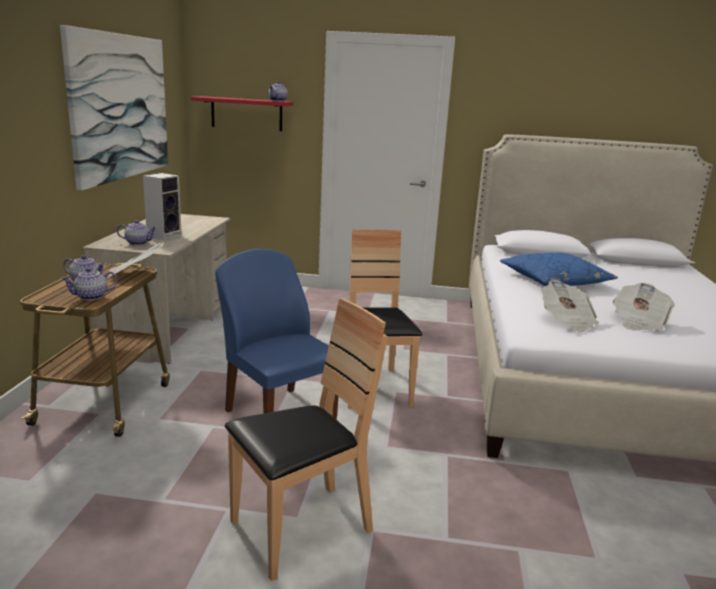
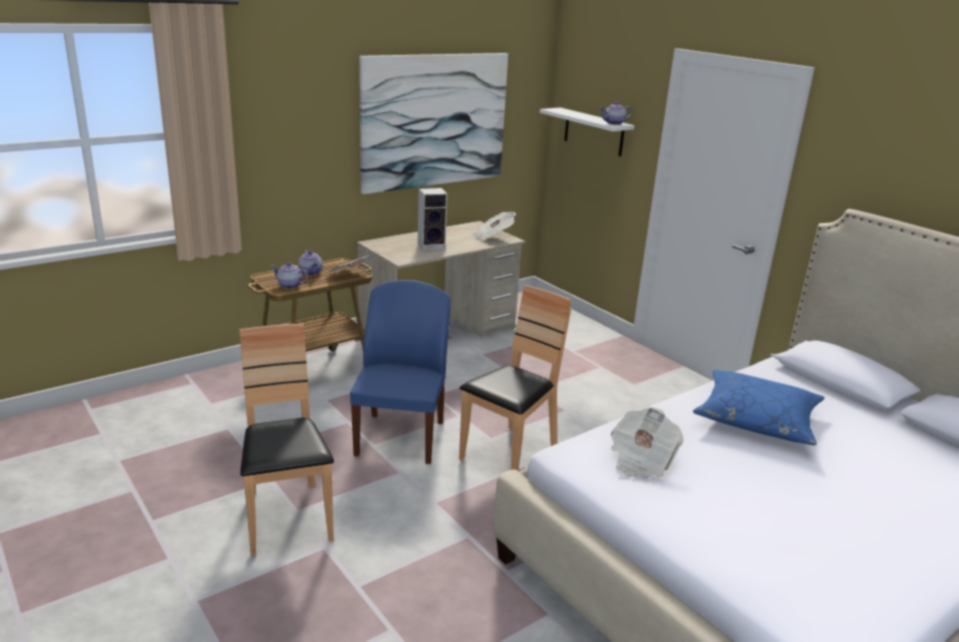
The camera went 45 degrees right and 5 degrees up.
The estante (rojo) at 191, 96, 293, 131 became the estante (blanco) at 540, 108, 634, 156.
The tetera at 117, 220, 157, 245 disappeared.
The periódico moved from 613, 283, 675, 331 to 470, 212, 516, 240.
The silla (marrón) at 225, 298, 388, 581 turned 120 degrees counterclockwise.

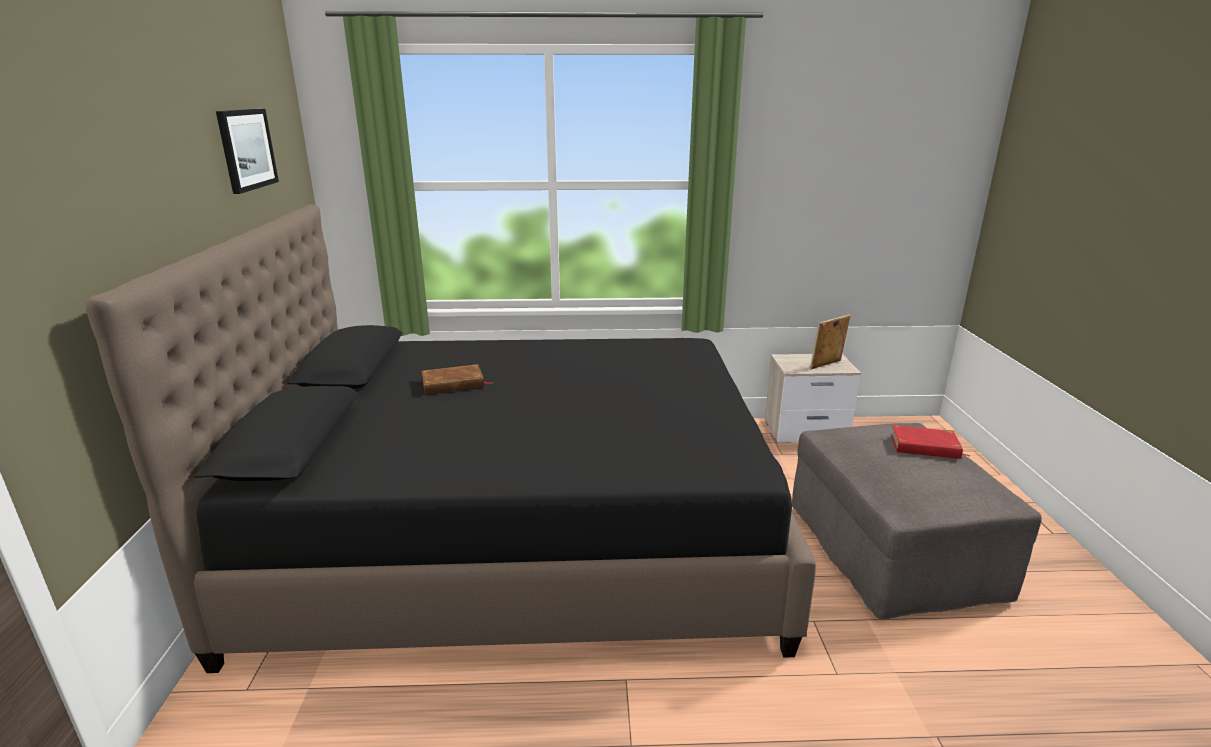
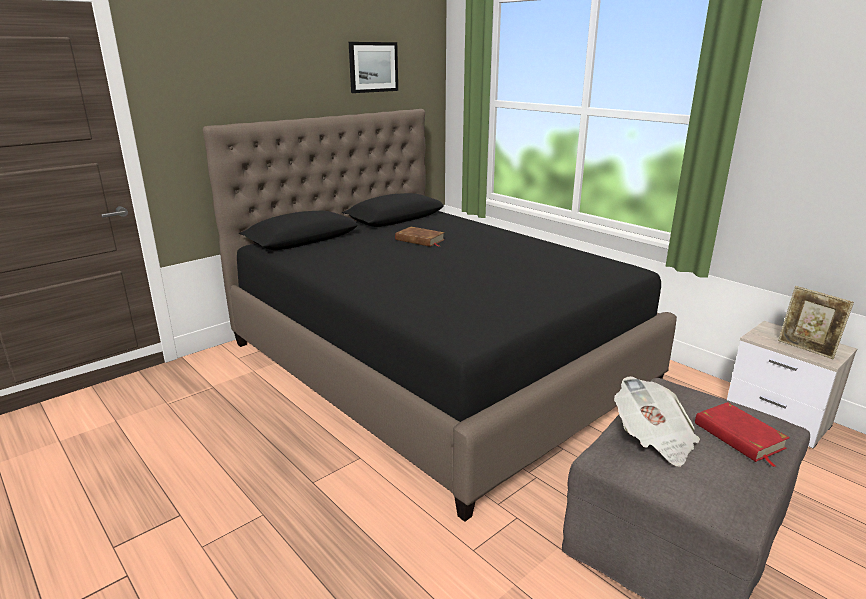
The camera went 50 degrees right and 0 degrees up.
The portarretratos at 810, 315, 851, 370 turned 150 degrees counterclockwise.
The periódico at 614, 376, 700, 467 appeared.

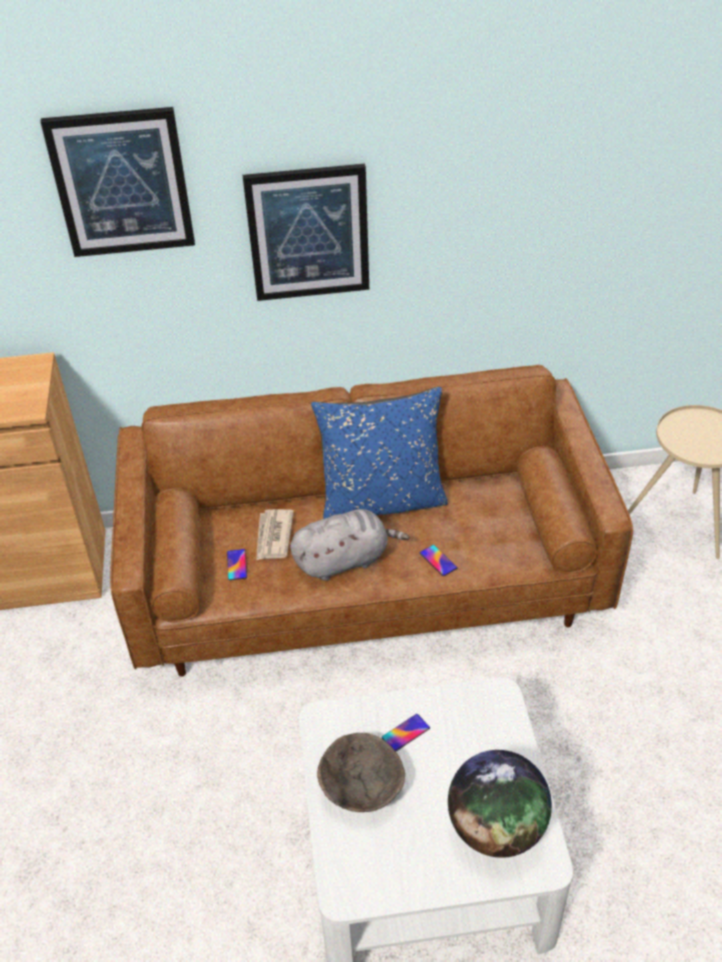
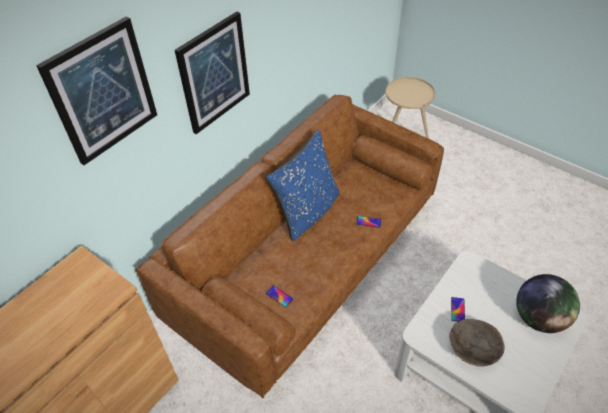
The camera went 45 degrees left and 5 degrees up.
The periódico at 256, 509, 294, 560 disappeared.
The peluche (gris) at 290, 509, 409, 581 disappeared.

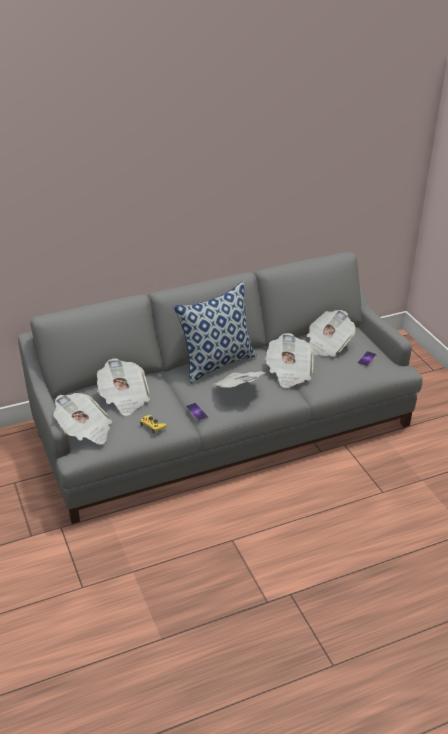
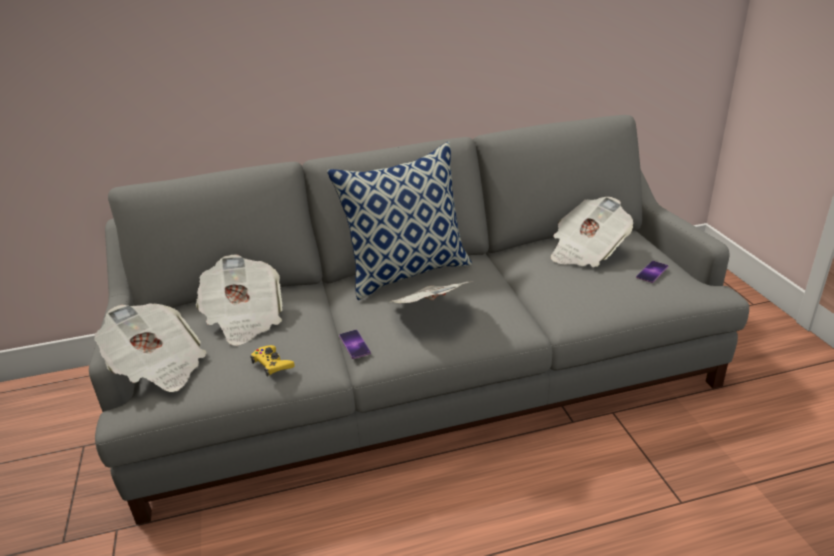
The camera went 10 degrees right and 5 degrees down.
The periódico at 265, 333, 314, 388 disappeared.

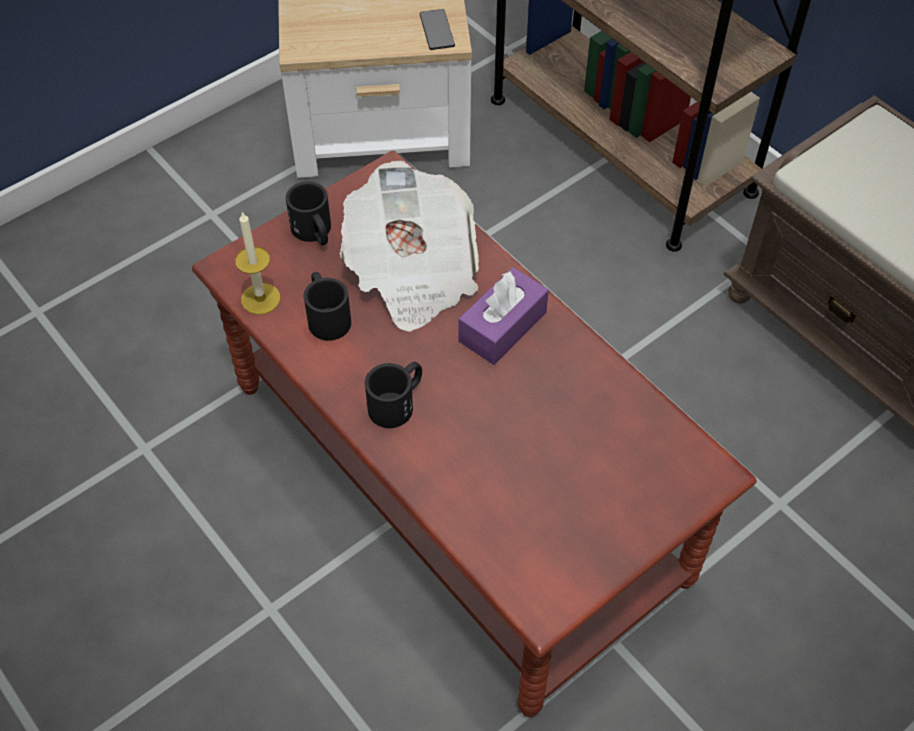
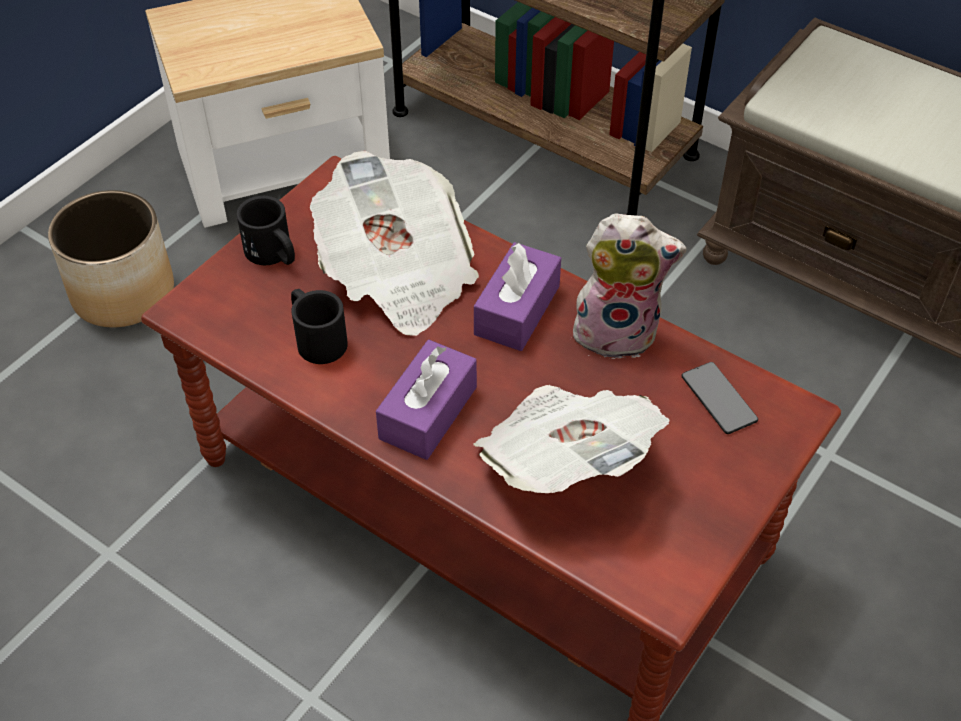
The camera went 15 degrees left and 5 degrees down.
The móvil moved from 420, 9, 455, 50 to 681, 362, 758, 434.
The vela at 235, 212, 280, 315 disappeared.
The taza grande (negro) at 365, 362, 422, 428 was replaced by the caja de pañuelos (morado) at 376, 340, 477, 460.
The maceta at 48, 190, 174, 328 appeared.
The peluche at 571, 214, 686, 359 appeared.
The periódico at 474, 385, 669, 493 appeared.

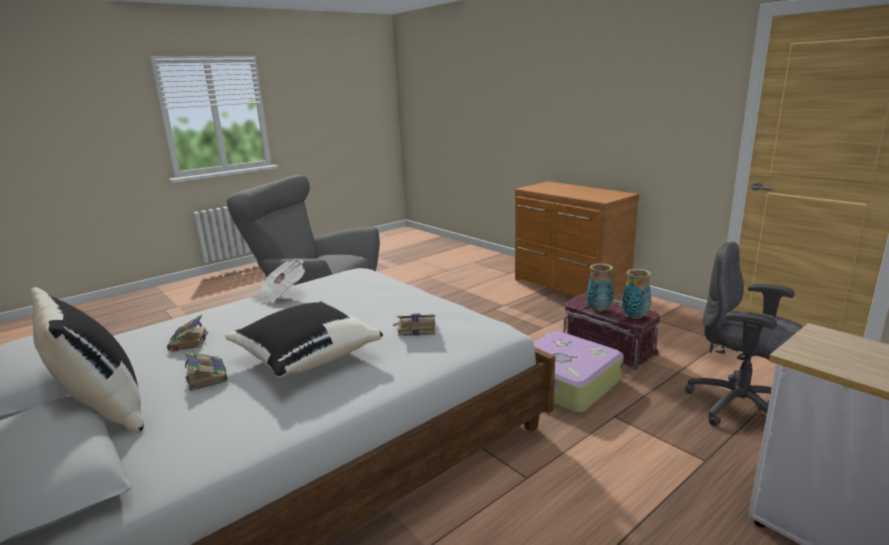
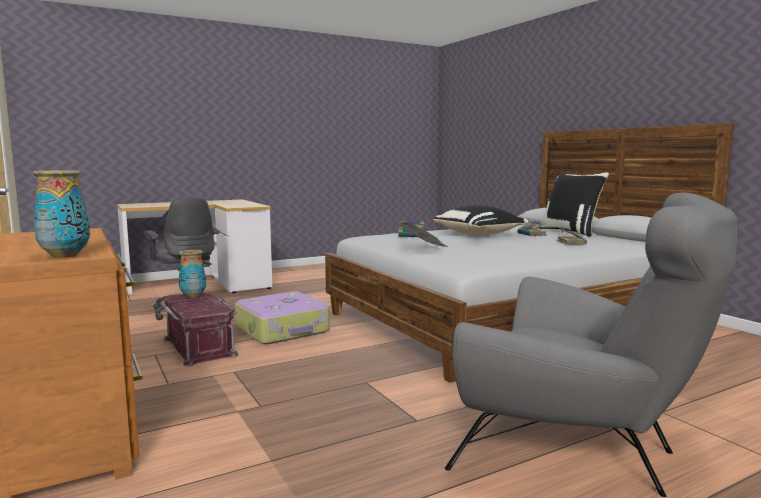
The camera went 170 degrees left and 10 degrees down.
The periódico moved from 251, 259, 305, 303 to 399, 222, 448, 247.
The florero moved from 586, 264, 613, 312 to 33, 170, 90, 258.

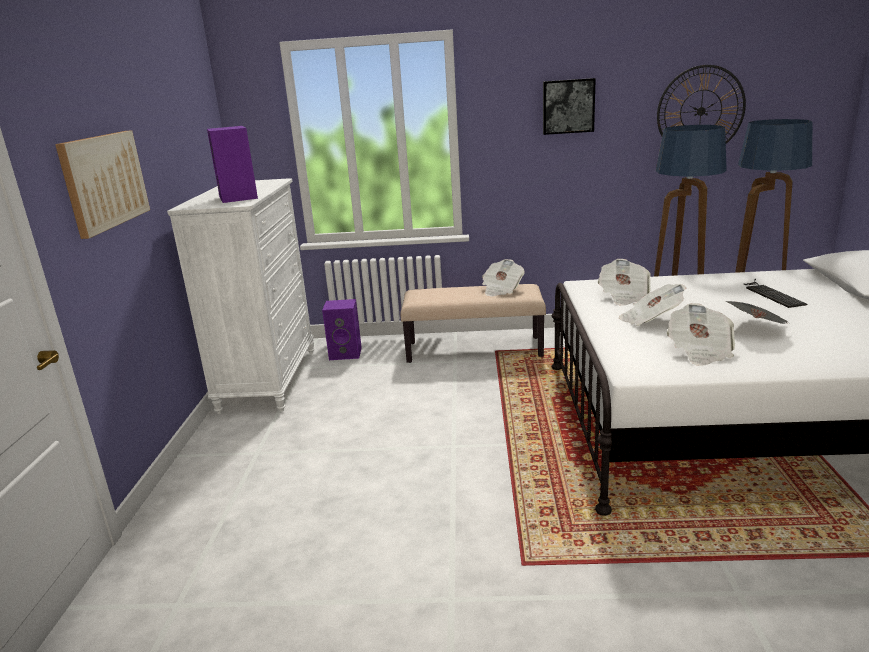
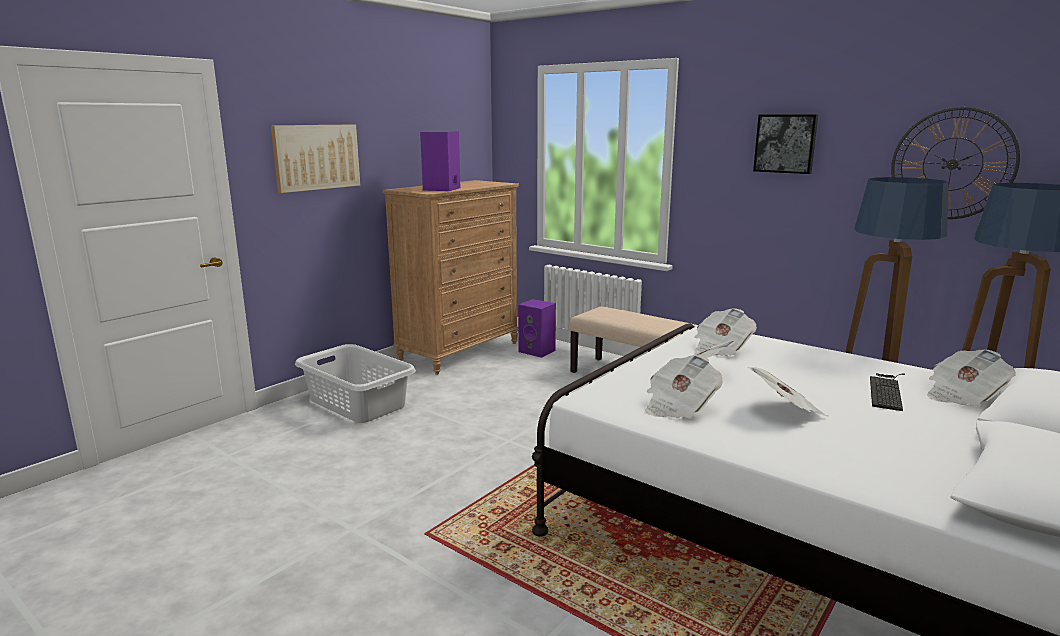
The camera went 35 degrees right and 5 degrees down.
The cómoda (blanco) at 167, 178, 315, 414 became the cómoda (marrón) at 383, 180, 519, 375.
The periódico moved from 482, 259, 525, 296 to 927, 350, 1016, 406.
The cesto de la ropa (gris) at 295, 344, 416, 423 appeared.

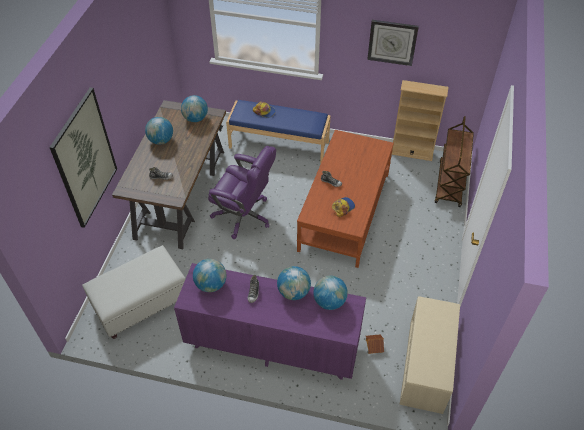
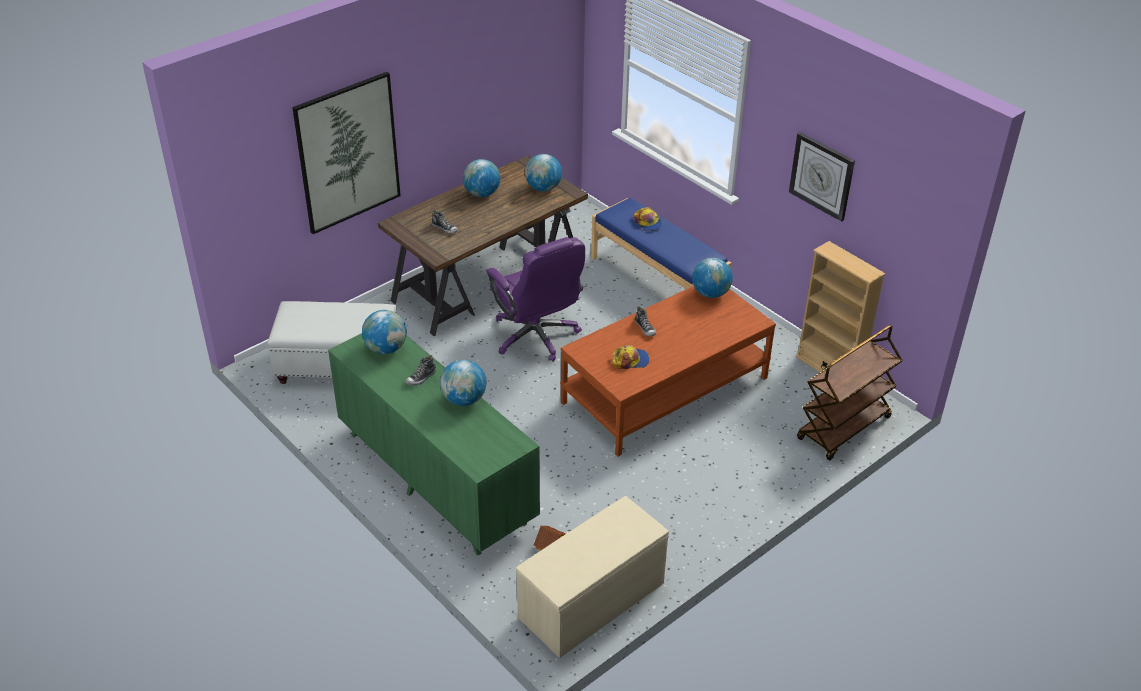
The camera went 35 degrees right and 10 degrees down.
The cómoda (morado) at 174, 263, 366, 380 became the cómoda (verde) at 328, 333, 540, 555.
The globo terráqueo moved from 313, 276, 348, 310 to 692, 258, 733, 298.

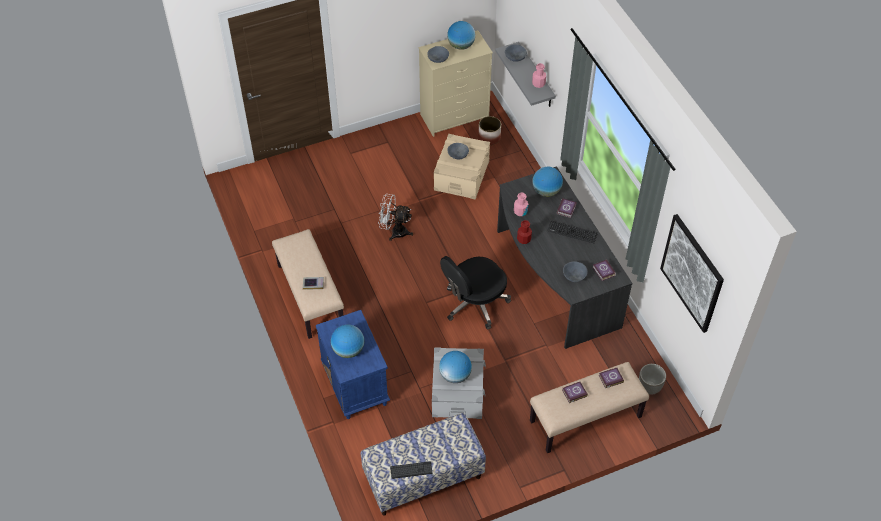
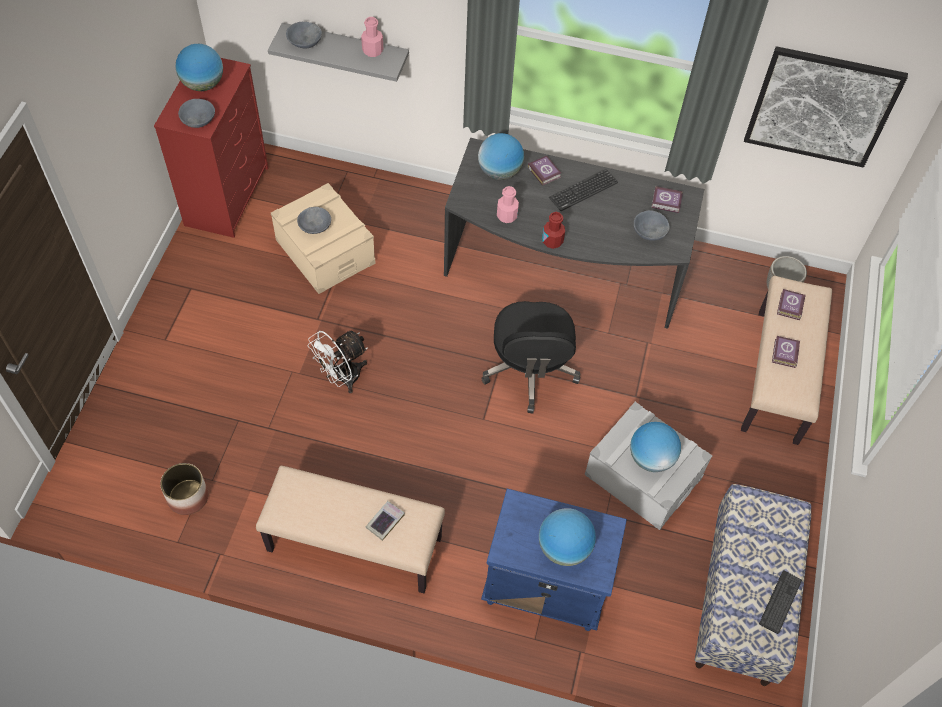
The camera went 55 degrees left and 5 degrees up.
The cómoda (beis) at 418, 30, 493, 137 became the cómoda (rojo) at 154, 58, 268, 238.
The maceta moved from 478, 116, 501, 145 to 160, 463, 208, 515.

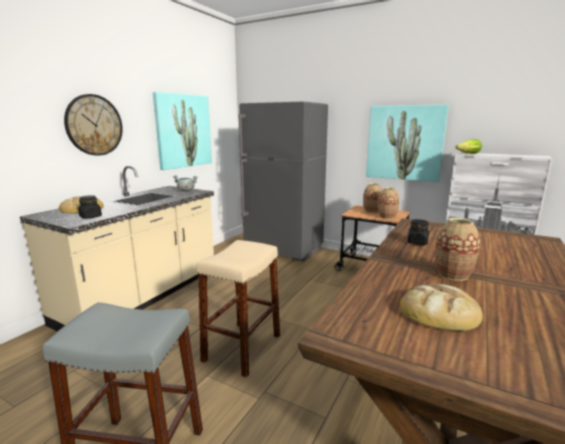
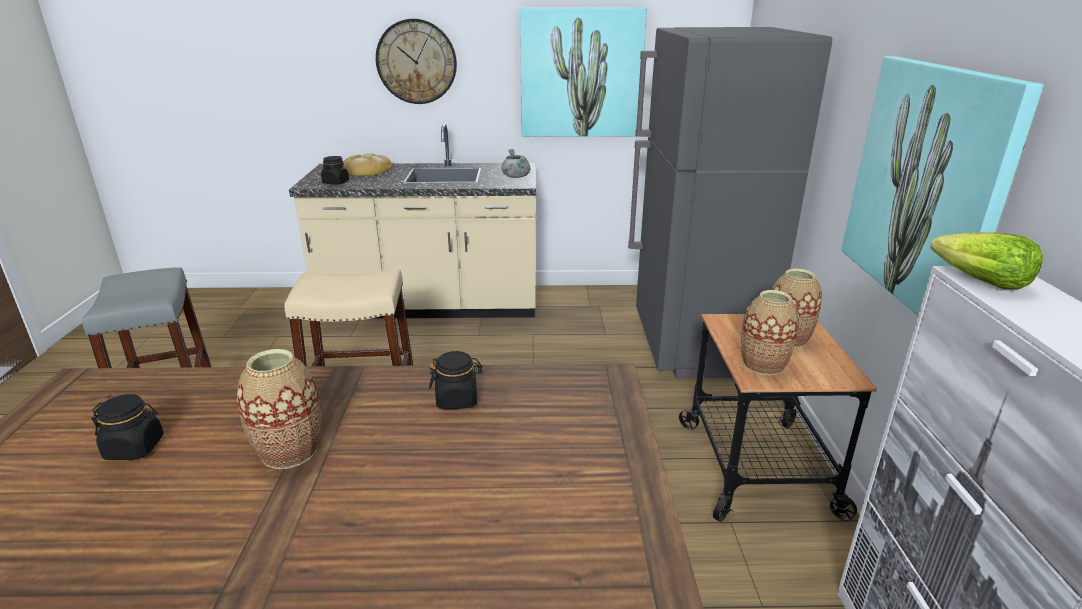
The camera went 60 degrees right and 10 degrees up.
The pan at 400, 284, 483, 331 was replaced by the tarro (negro) at 91, 394, 164, 460.

